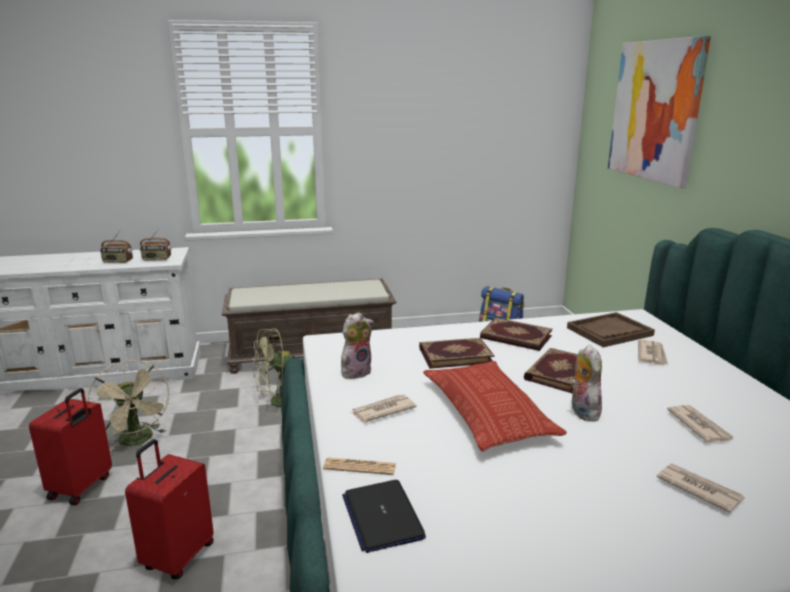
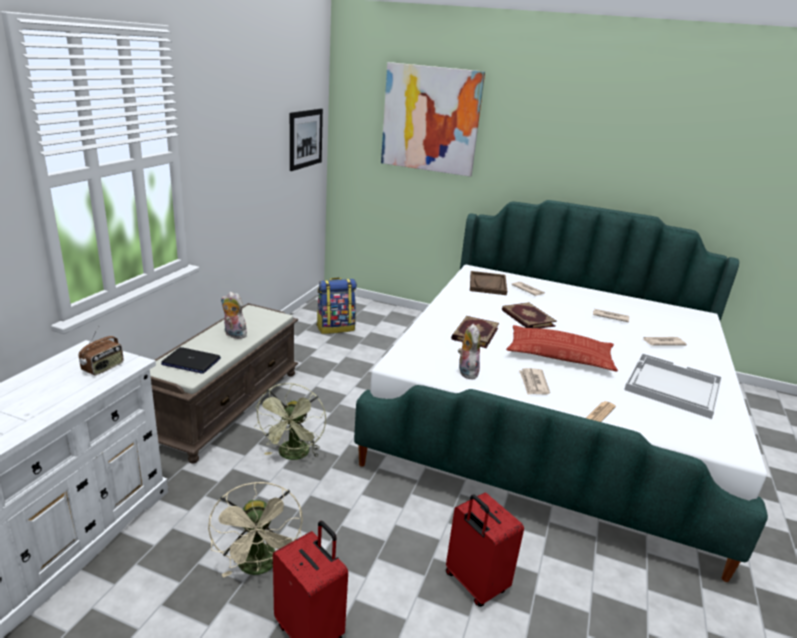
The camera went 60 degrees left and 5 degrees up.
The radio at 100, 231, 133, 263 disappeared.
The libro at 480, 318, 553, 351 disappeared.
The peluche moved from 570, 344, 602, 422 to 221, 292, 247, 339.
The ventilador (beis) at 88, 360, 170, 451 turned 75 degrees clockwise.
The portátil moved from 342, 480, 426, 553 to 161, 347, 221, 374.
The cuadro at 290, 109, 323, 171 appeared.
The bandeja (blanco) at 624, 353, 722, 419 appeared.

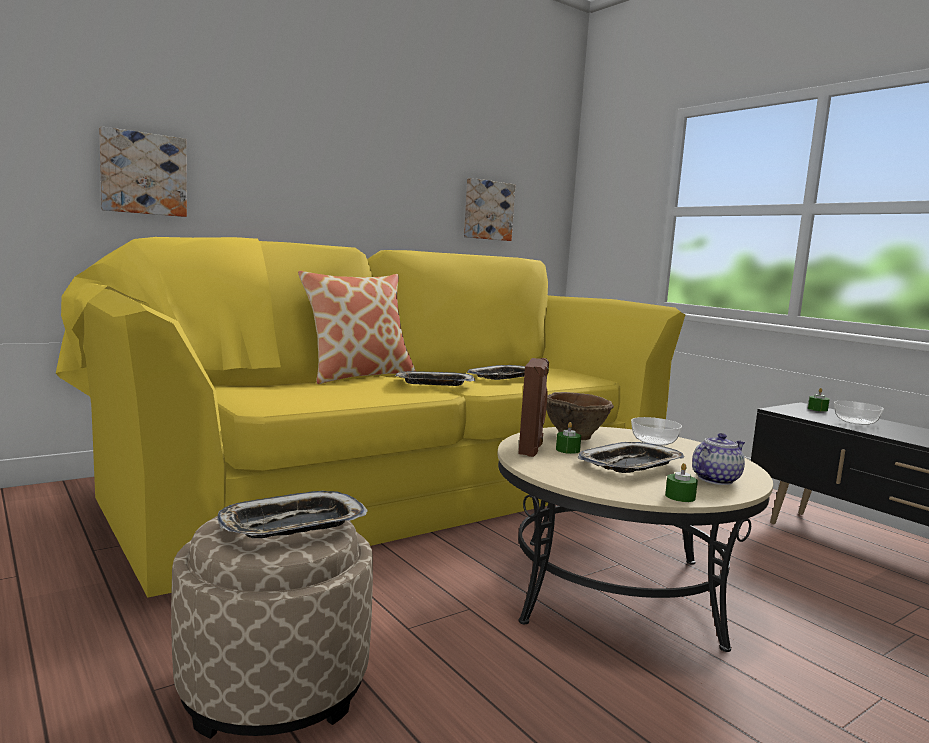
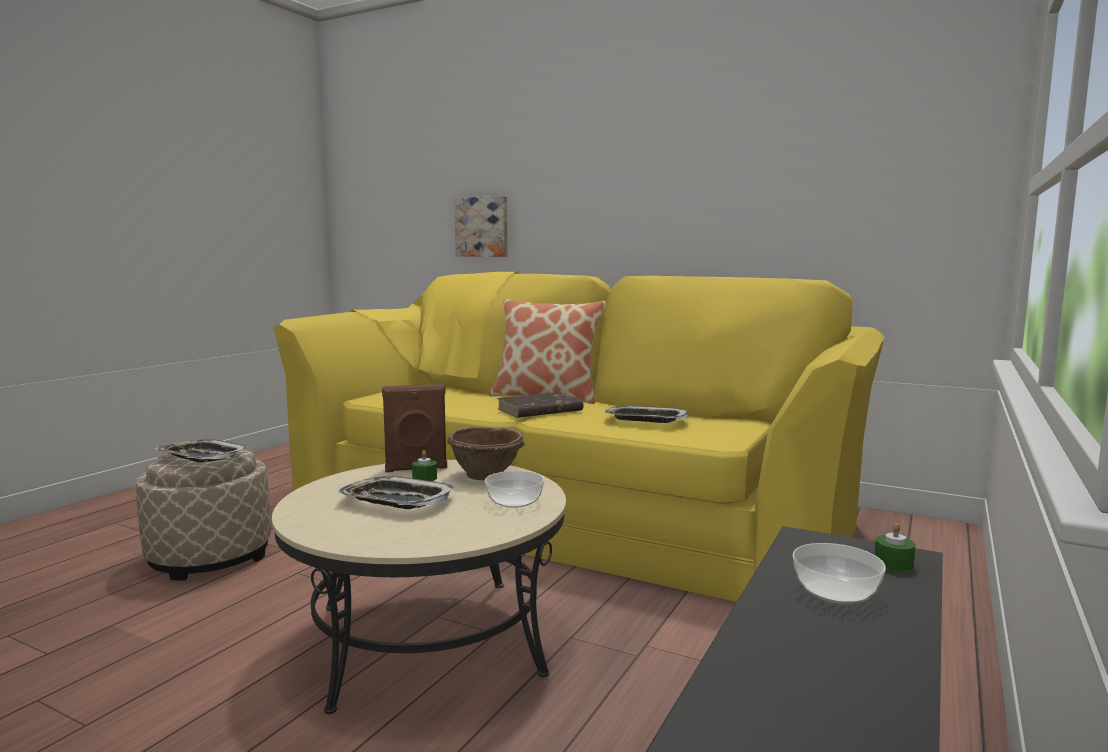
The camera went 65 degrees right and 0 degrees up.
The cuadro at 464, 178, 515, 241 disappeared.
The bandeja at 395, 371, 475, 386 was replaced by the libro (marrón) at 497, 392, 584, 418.
The tetera at 692, 433, 745, 485 disappeared.
The vela (verde) at 665, 463, 698, 502 disappeared.

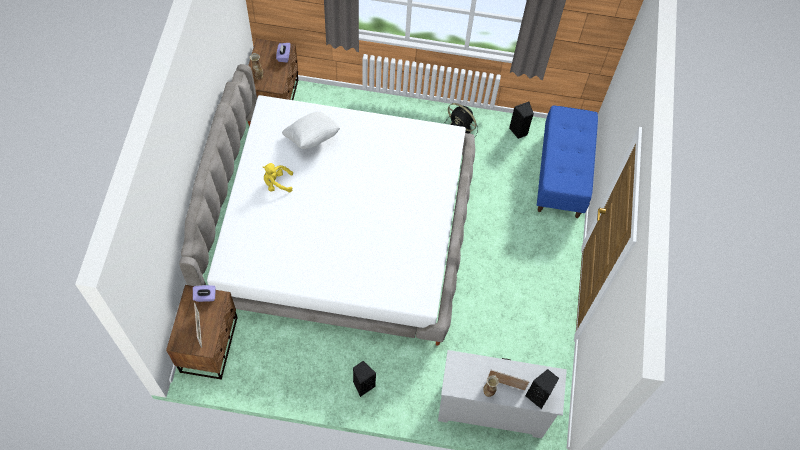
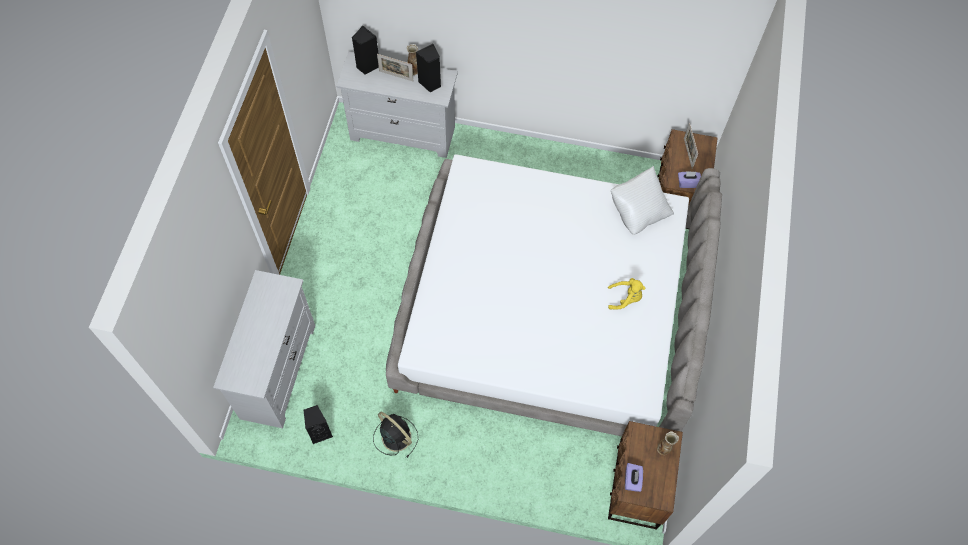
The camera went 175 degrees left and 0 degrees up.
The banco (azul) at 537, 105, 598, 218 was replaced by the cómoda (blanco) at 213, 270, 316, 428.
The cojín (blanco) moved from 282, 112, 340, 149 to 611, 166, 674, 235.
The altavoz (negro) moved from 353, 361, 376, 397 to 416, 43, 441, 93.

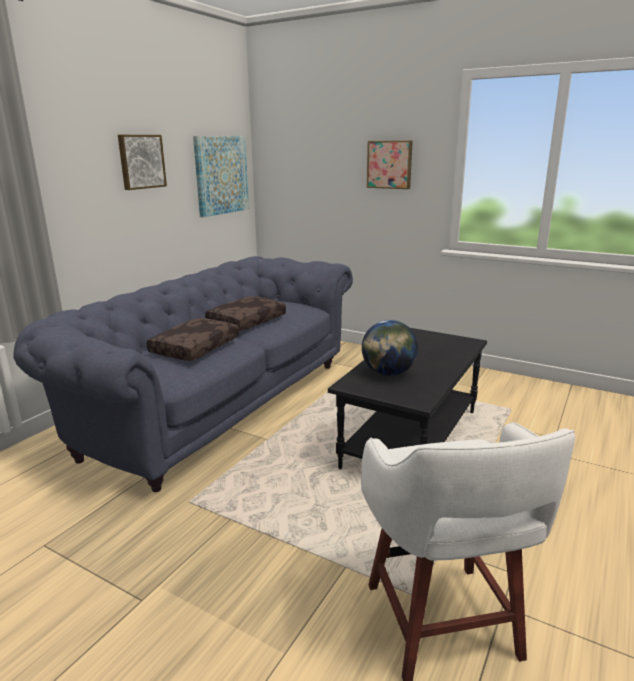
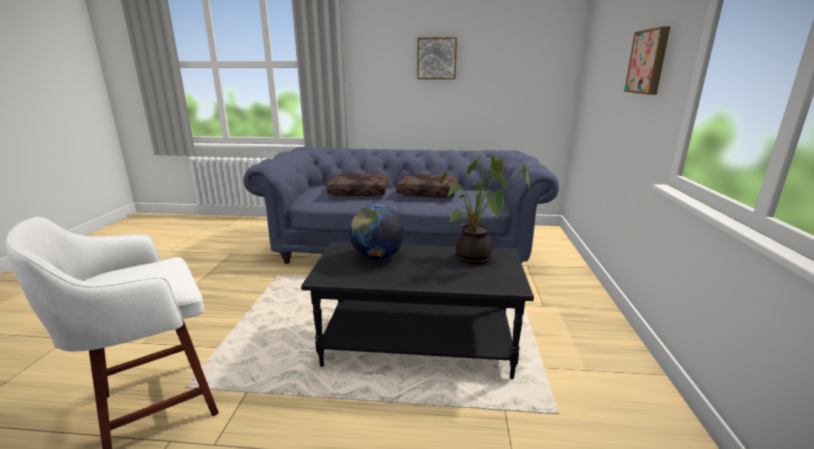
The camera went 65 degrees right and 0 degrees up.
The cuadro at 193, 136, 249, 217 disappeared.
The planta en maceta at 440, 156, 530, 265 appeared.

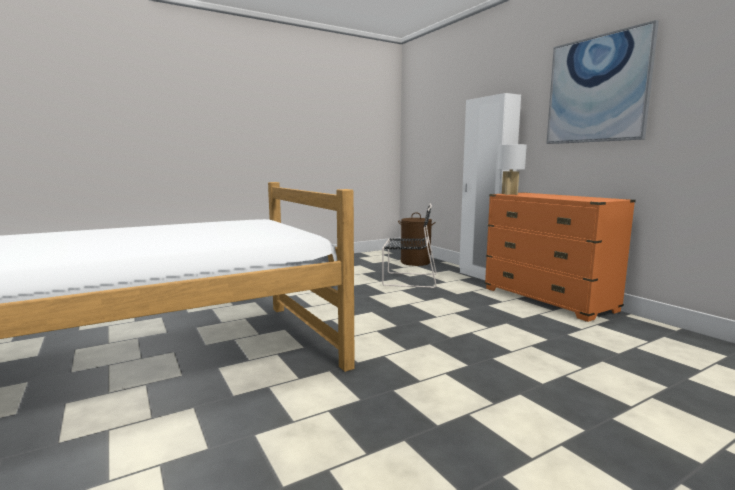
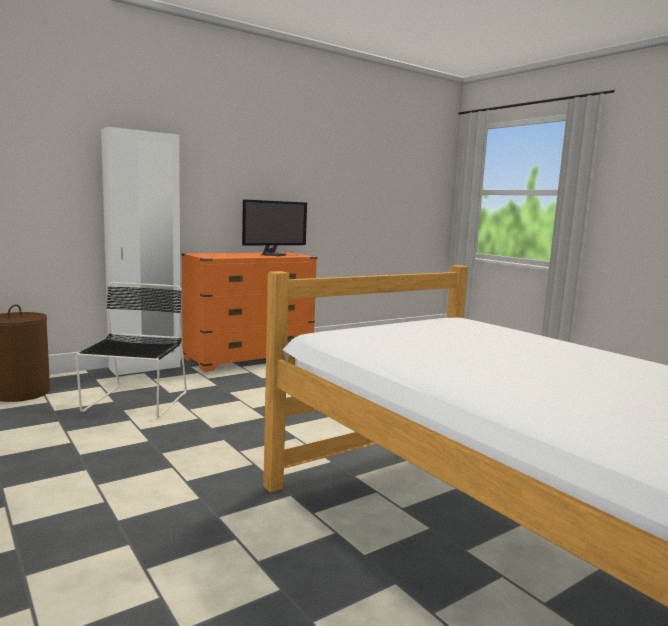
The camera went 95 degrees left and 0 degrees up.
The cuadro at 546, 20, 659, 144 disappeared.
The lámpara de mesa (blanco) at 498, 144, 527, 195 disappeared.
The monitor at 242, 199, 307, 256 appeared.

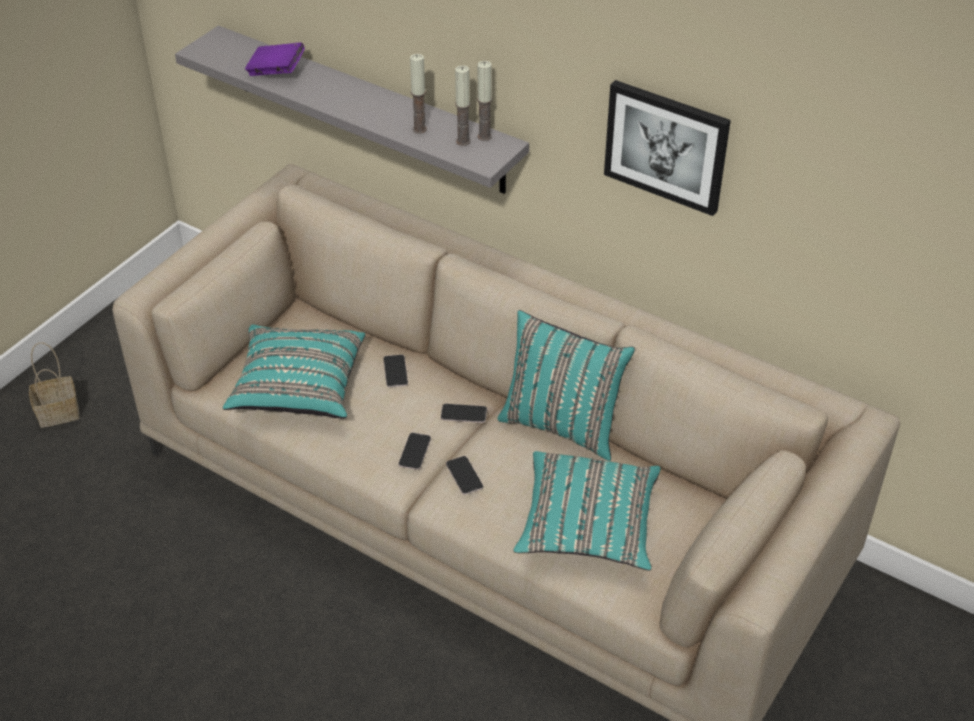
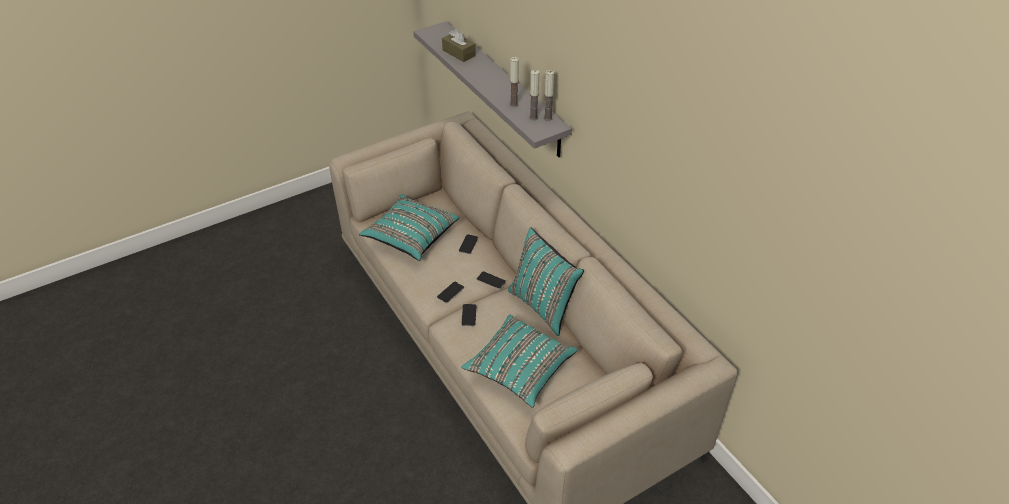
The camera went 25 degrees right and 0 degrees up.
The libro (morado) at 245, 43, 305, 76 was replaced by the caja de pañuelos (marrón) at 442, 29, 476, 62.
The cuadro at 604, 80, 731, 216 disappeared.
The cesta at 29, 342, 80, 428 disappeared.

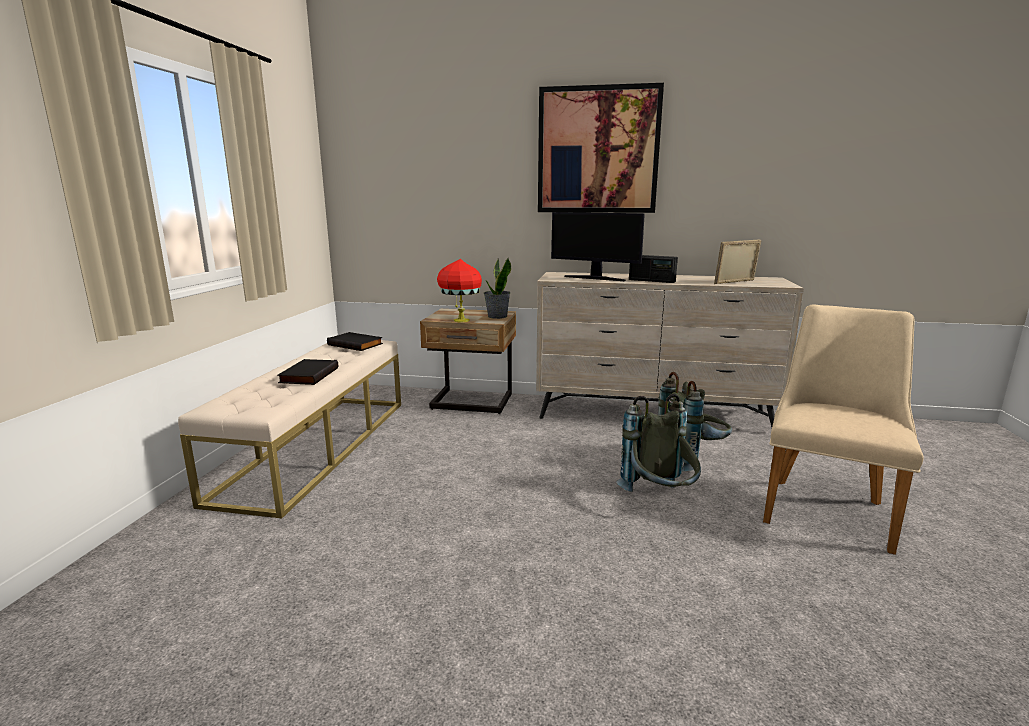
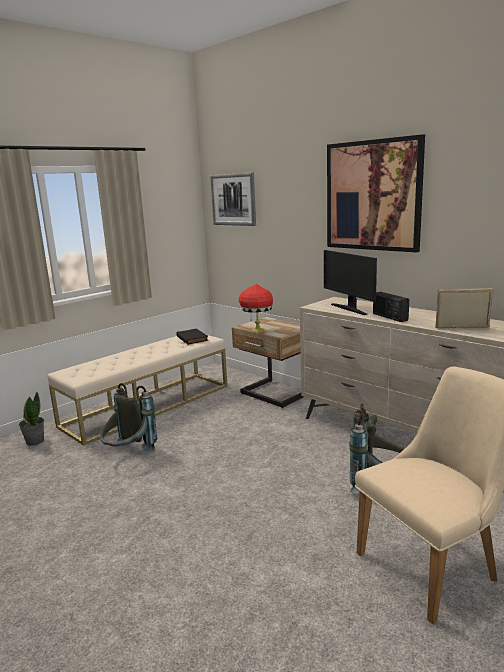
The camera went 35 degrees right and 0 degrees up.
The planta en maceta moved from 484, 258, 511, 319 to 19, 392, 44, 446.
The libro (negro) at 277, 359, 338, 385 disappeared.
The mochila (gris) moved from 616, 394, 701, 492 to 100, 383, 157, 451.
The cuadro at 210, 172, 256, 226 appeared.

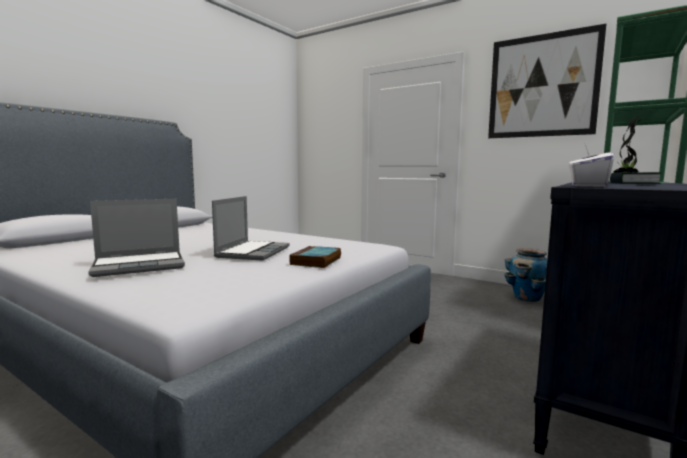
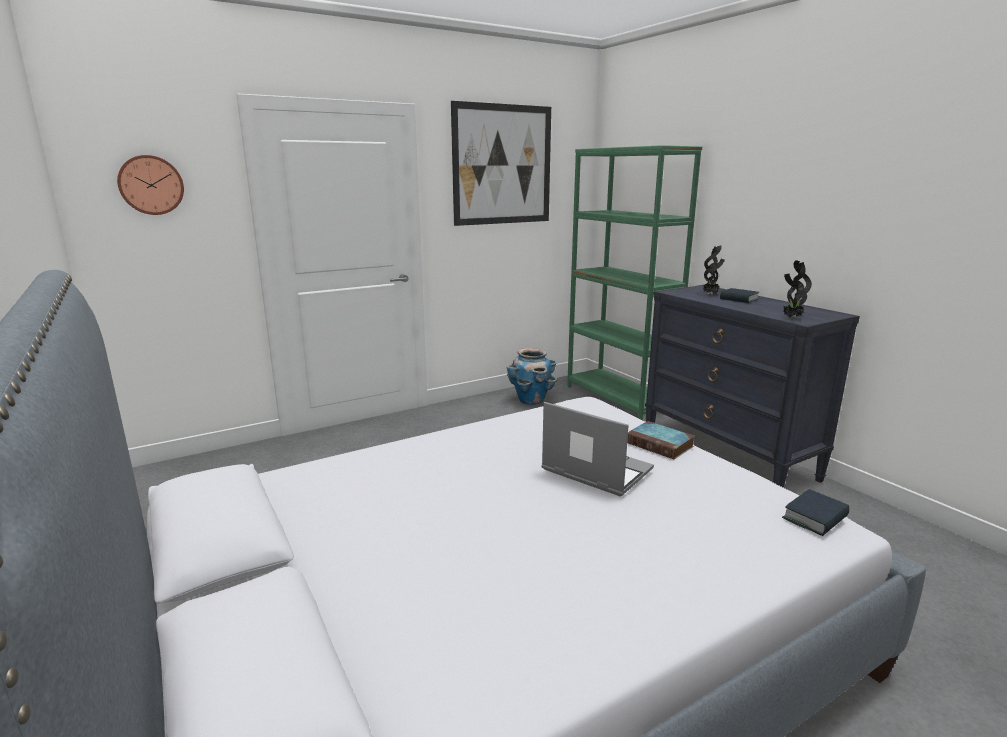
The camera went 65 degrees left and 10 degrees up.
The caja de pañuelos (blanco) at 569, 144, 614, 187 was replaced by the planta en maceta at 783, 260, 812, 317.
The portátil at 88, 199, 185, 277 disappeared.
The reloj de pared at 117, 155, 184, 215 appeared.
The libro at 782, 489, 850, 536 appeared.

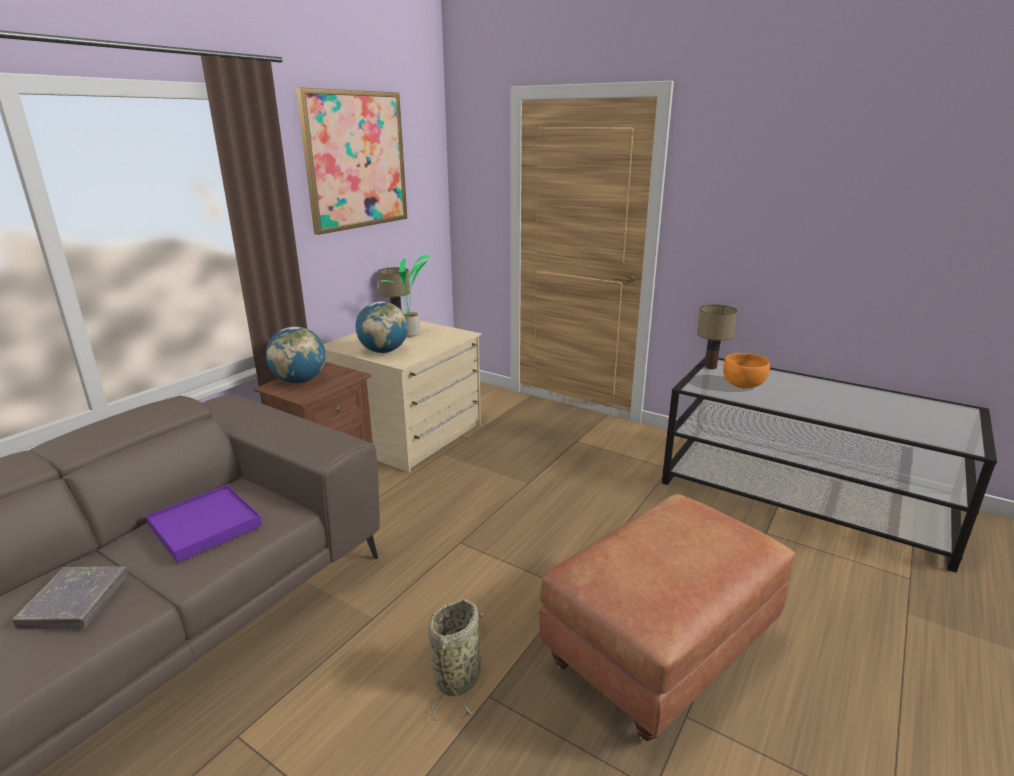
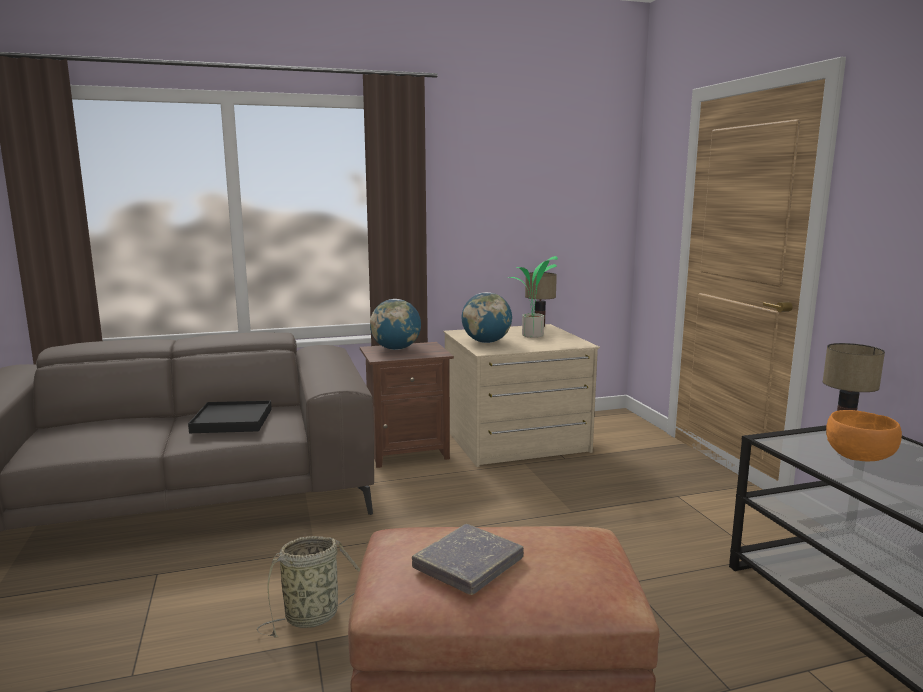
The camera went 40 degrees right and 10 degrees down.
The cuadro at 296, 87, 407, 235 disappeared.
The bandeja (morado) at 146, 484, 262, 563 became the bandeja (negro) at 188, 401, 272, 433.
The libro (gris) moved from 12, 567, 128, 629 to 412, 524, 524, 595.

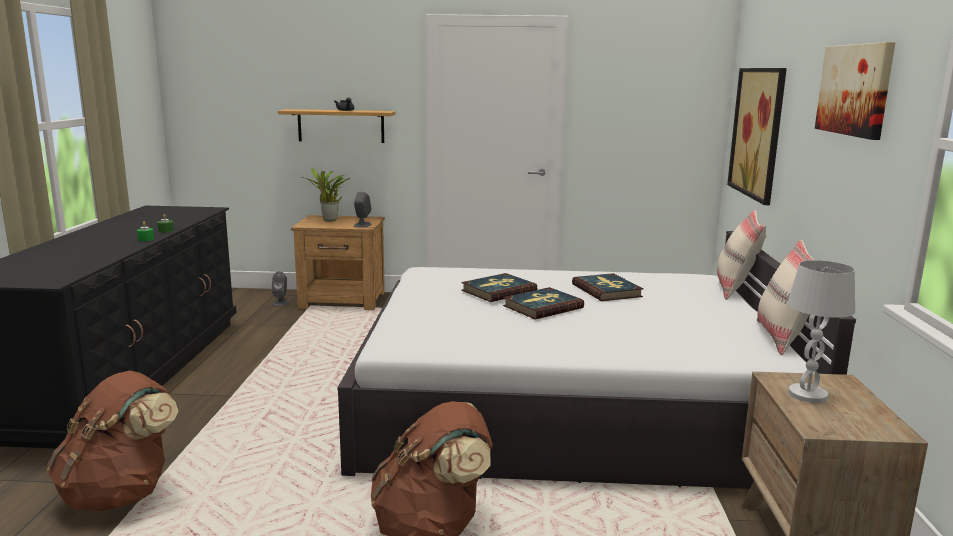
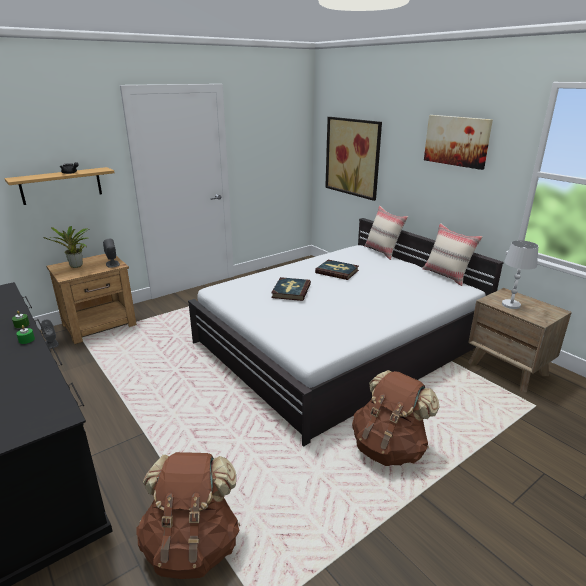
The camera went 40 degrees left and 10 degrees up.
The libro at 503, 287, 584, 320 disappeared.

